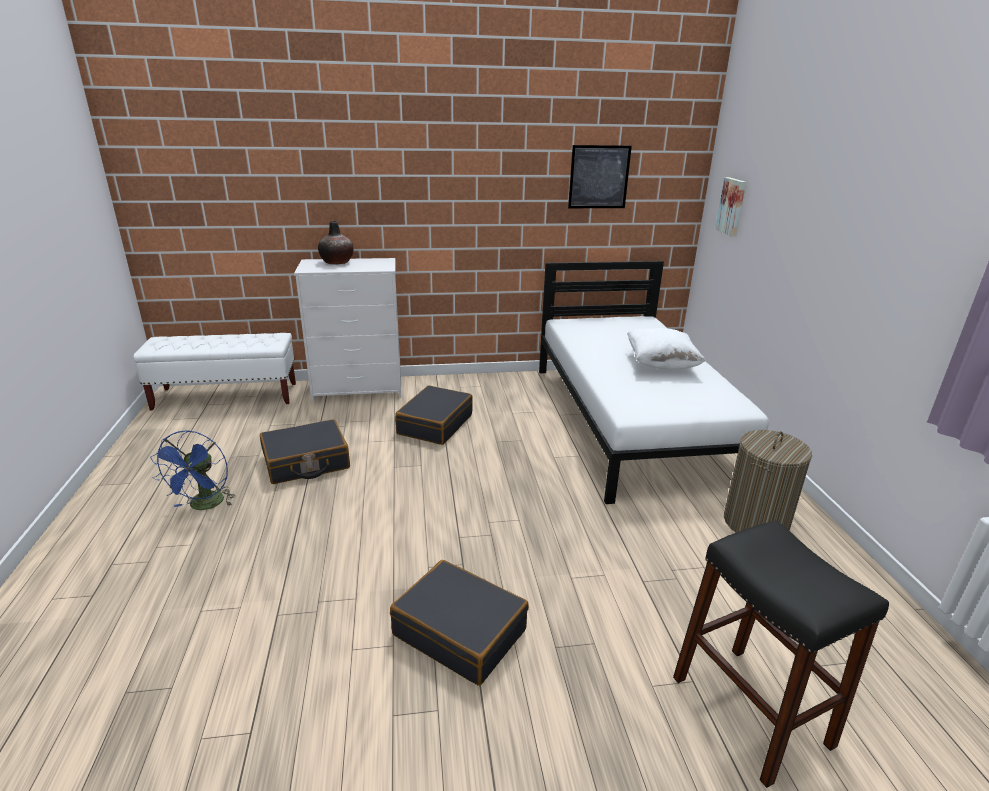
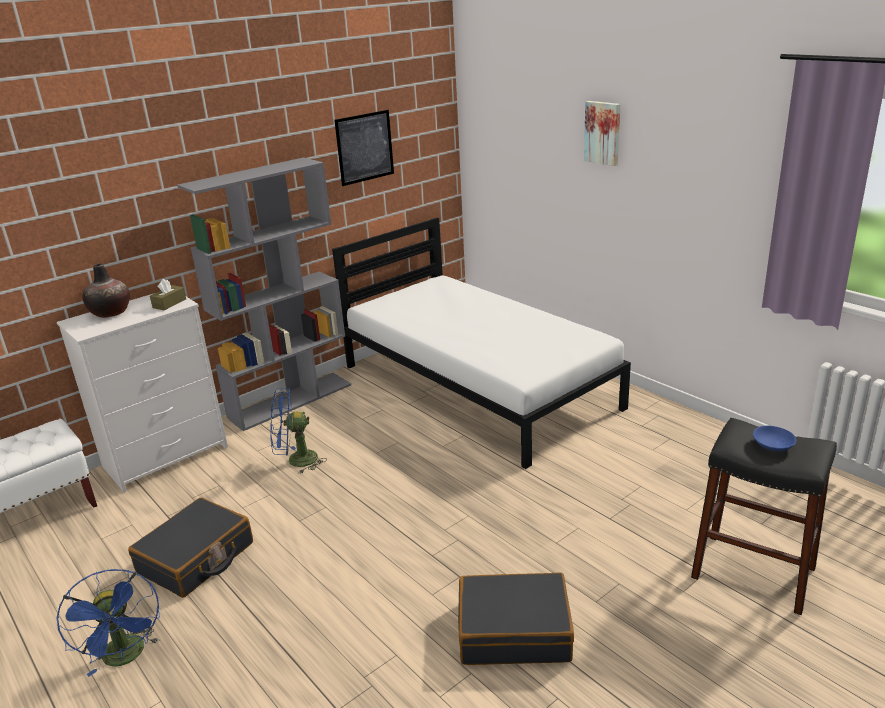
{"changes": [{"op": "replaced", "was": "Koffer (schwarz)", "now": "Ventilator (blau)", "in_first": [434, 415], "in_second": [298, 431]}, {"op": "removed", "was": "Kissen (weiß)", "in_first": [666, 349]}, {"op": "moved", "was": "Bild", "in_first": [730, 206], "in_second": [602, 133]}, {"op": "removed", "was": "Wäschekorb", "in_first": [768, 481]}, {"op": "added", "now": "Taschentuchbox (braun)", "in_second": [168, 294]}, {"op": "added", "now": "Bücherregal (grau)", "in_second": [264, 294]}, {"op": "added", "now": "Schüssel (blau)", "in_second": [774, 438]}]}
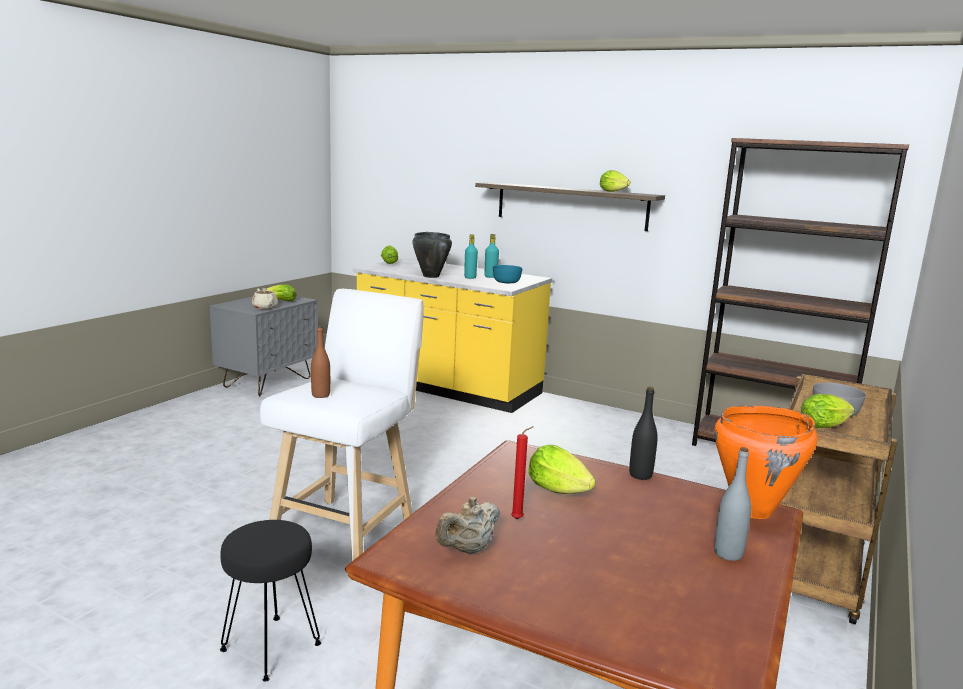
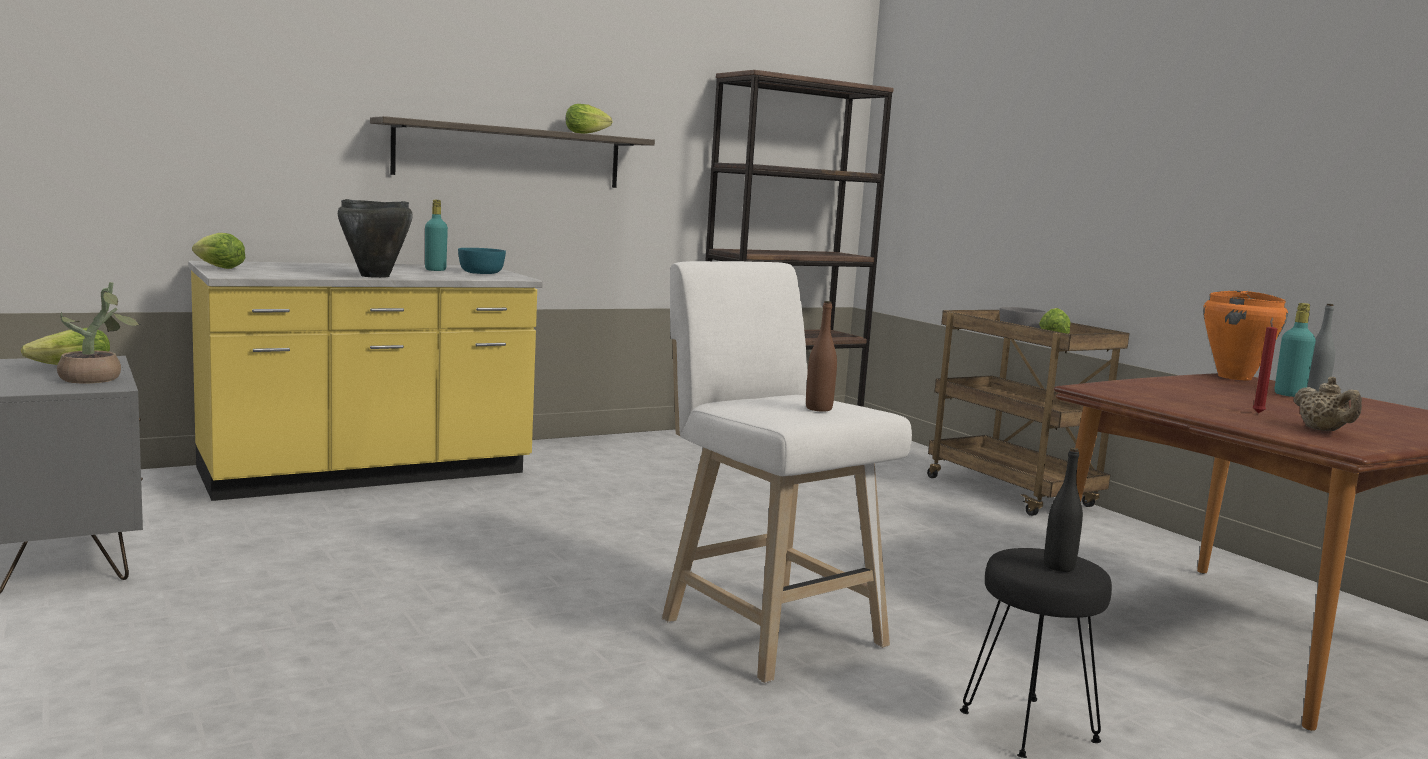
{"changes": [{"op": "replaced", "was": "Teekanne (beige)", "now": "Topfpflanze", "in_first": [265, 298], "in_second": [98, 332]}, {"op": "moved", "was": "Flasche (türkis)", "in_first": [471, 256], "in_second": [1295, 350]}, {"op": "removed", "was": "Salatkopf", "in_first": [562, 469]}, {"op": "moved", "was": "Flasche (schwarz)", "in_first": [643, 433], "in_second": [1063, 510]}]}
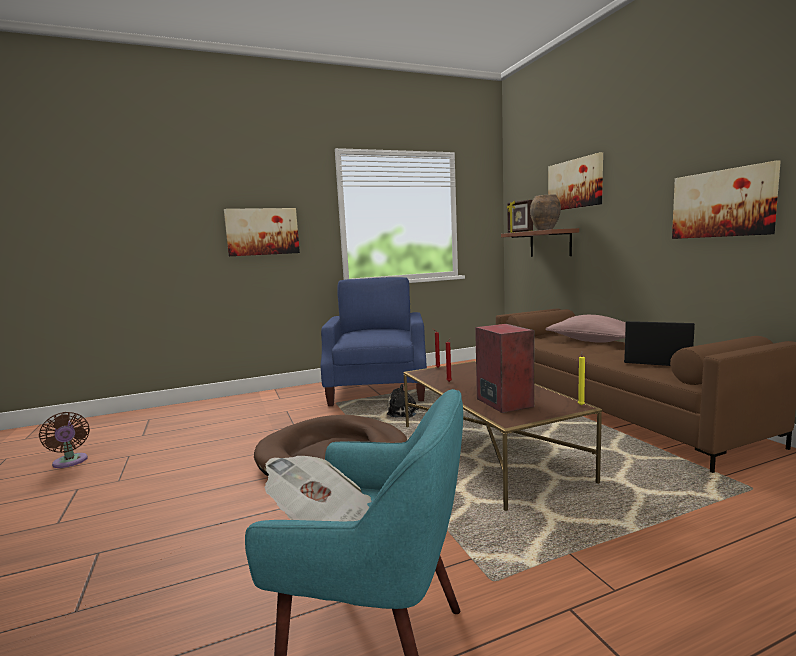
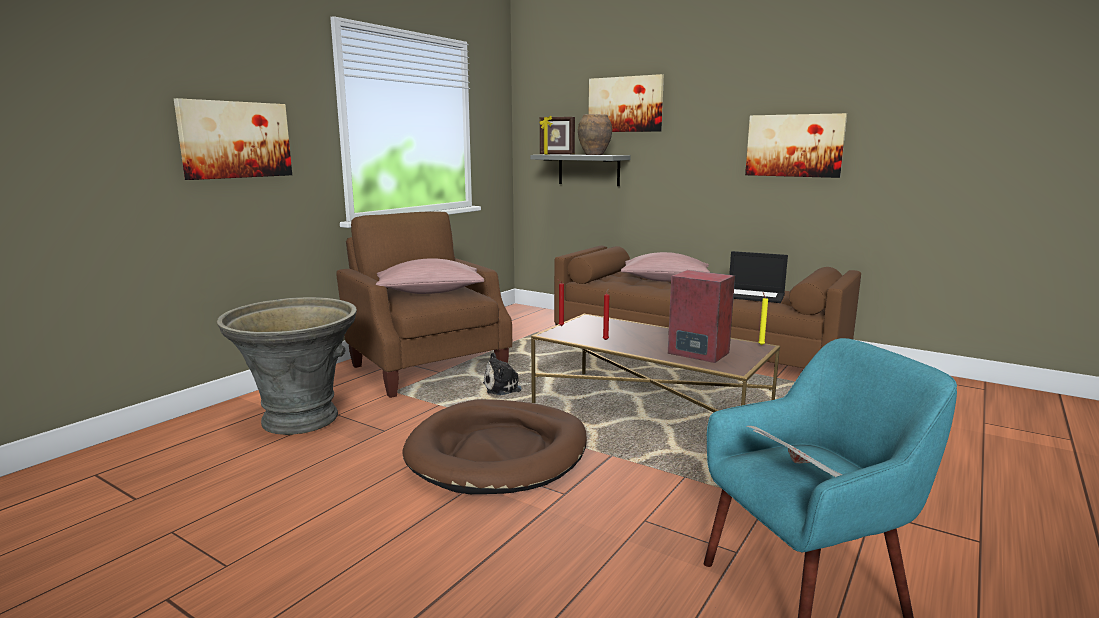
{"changes": [{"op": "removed", "was": "Ventilator (braun)", "in_first": [64, 440]}, {"op": "recoloured", "was": "Sessel (blau)", "now": "Sessel (braun)", "in_first": [374, 341], "in_second": [424, 304]}, {"op": "recoloured", "was": "Wandregal (braun)", "now": "Wandregal (grau)", "in_first": [540, 242], "in_second": [580, 170]}, {"op": "turned", "was": "Laptop", "in_first": [659, 343], "in_second": [758, 277], "clockwise": -150}, {"op": "added", "now": "Pflanzkübel (grau)", "in_second": [287, 366]}, {"op": "added", "now": "Kissen (rosa)", "in_second": [430, 276]}]}
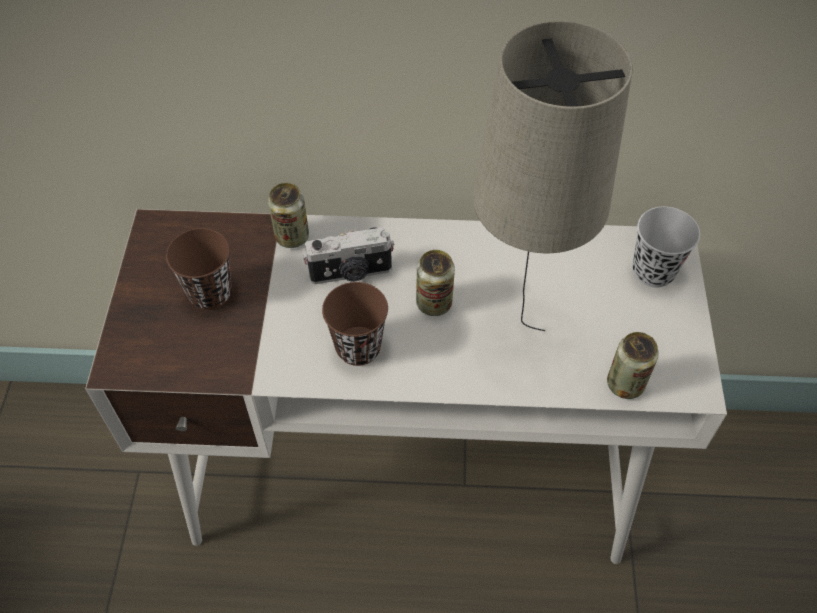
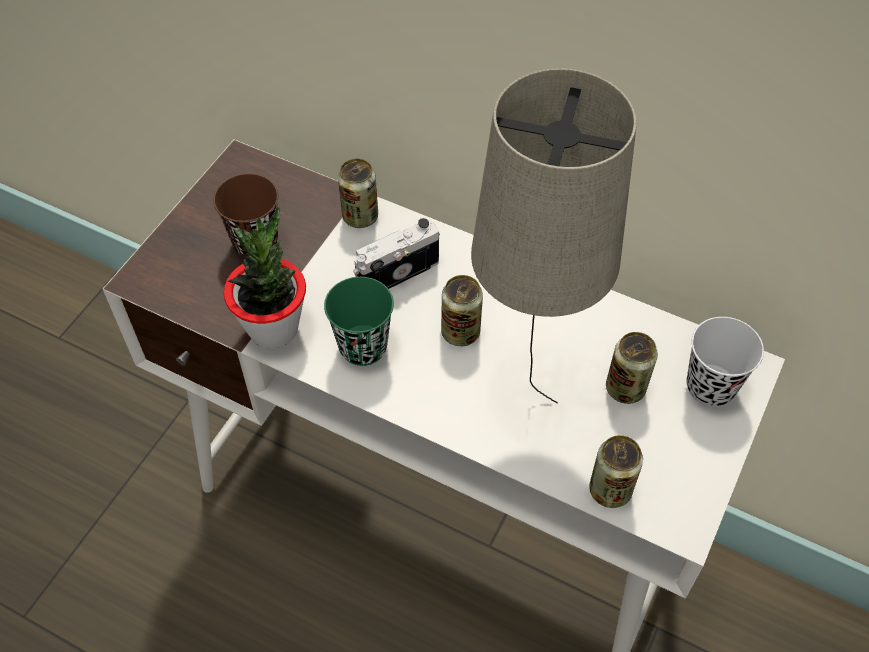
{"changes": [{"op": "turned", "was": "Kamera", "in_first": [349, 255], "in_second": [396, 253], "clockwise": 135}, {"op": "recoloured", "was": "Tasse (braun)", "now": "Tasse (grün)", "in_first": [355, 324], "in_second": [359, 321]}, {"op": "added", "now": "Topfpflanze", "in_second": [265, 277]}, {"op": "added", "now": "Dose", "in_second": [632, 368]}]}
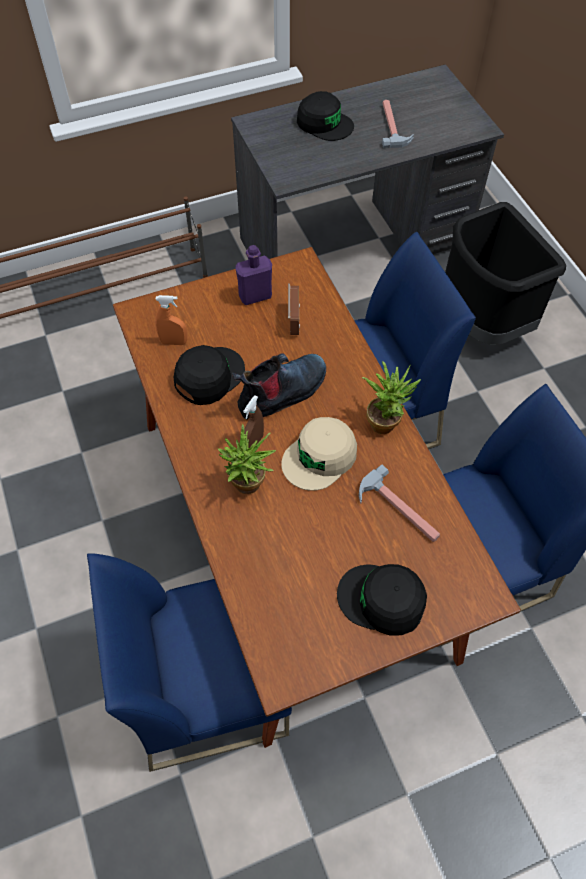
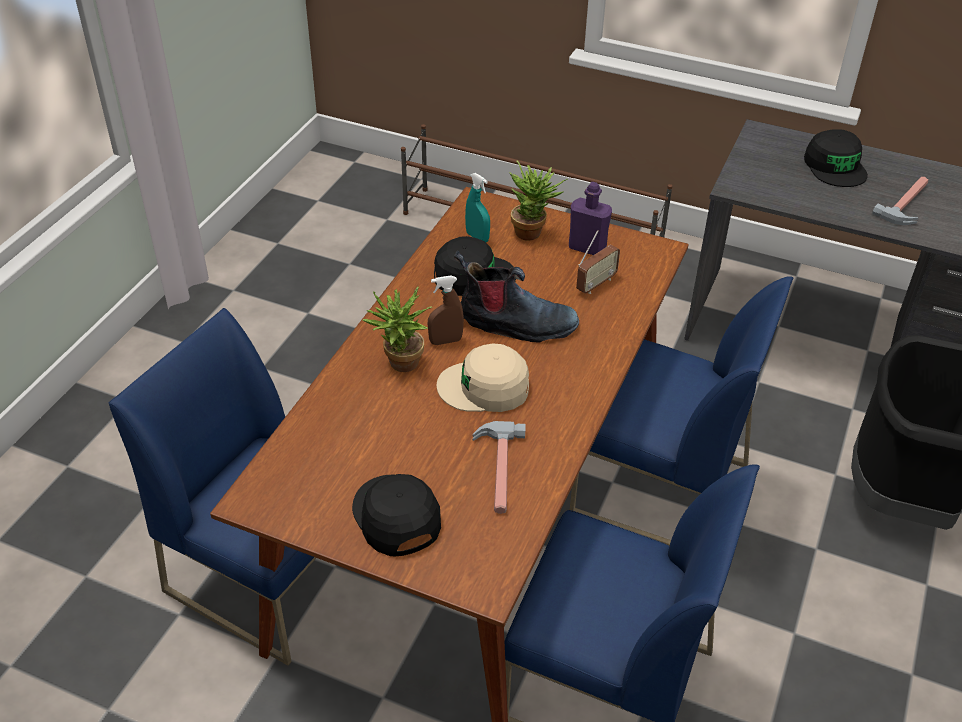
{"changes": [{"op": "recoloured", "was": "Sprühflasche (orange)", "now": "Sprühflasche (türkis)", "in_first": [171, 320], "in_second": [477, 207]}, {"op": "moved", "was": "Topfpflanze", "in_first": [391, 397], "in_second": [538, 200]}]}
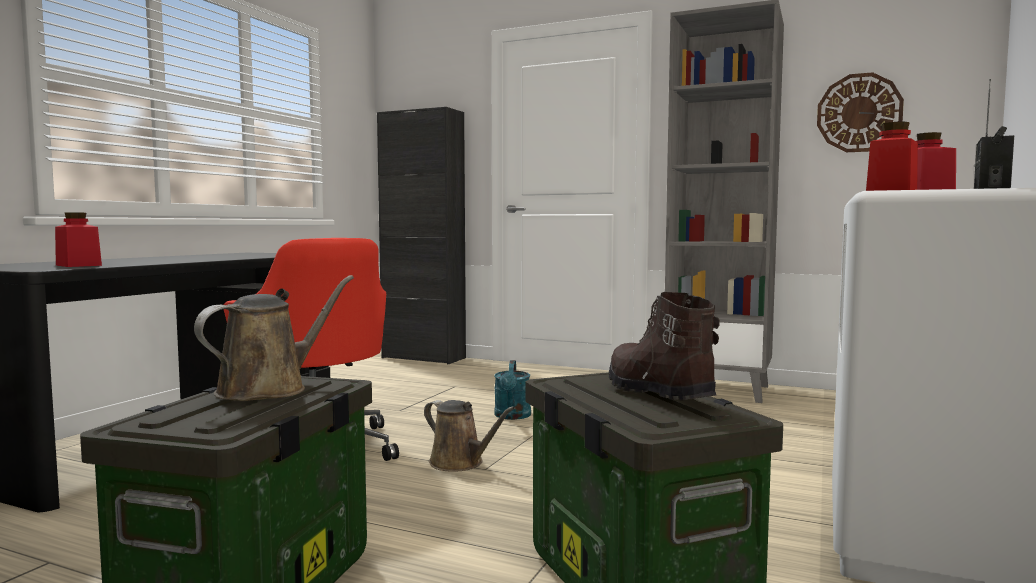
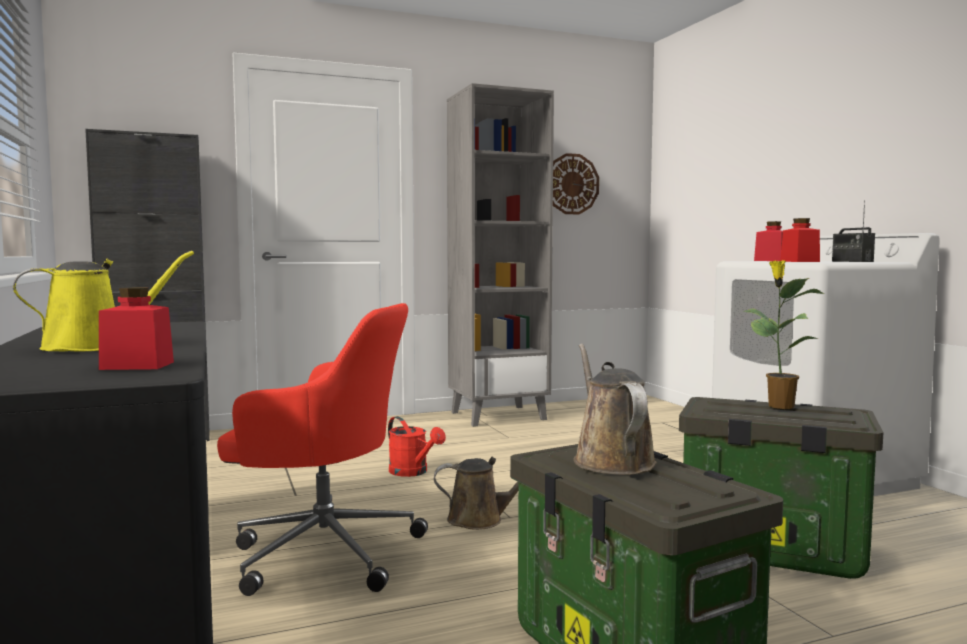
{"changes": [{"op": "recoloured", "was": "Gießkanne (türkis)", "now": "Gießkanne (rot)", "in_first": [512, 390], "in_second": [417, 446]}, {"op": "replaced", "was": "Stiefel (braun)", "now": "Topfpflanze", "in_first": [664, 346], "in_second": [783, 334]}, {"op": "added", "now": "Gießkanne (gelb)", "in_second": [103, 301]}]}
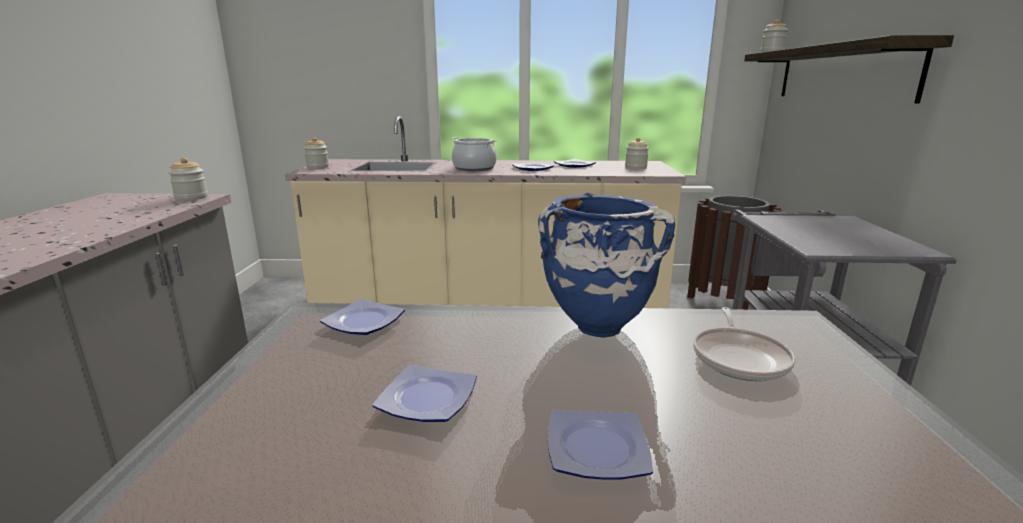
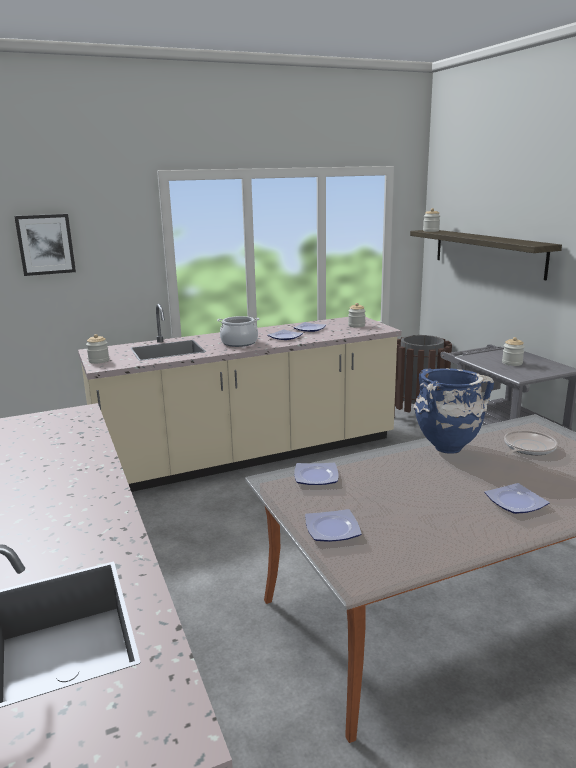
{"changes": [{"op": "moved", "was": "Vorratsglas", "in_first": [188, 179], "in_second": [513, 351]}, {"op": "moved", "was": "Teller", "in_first": [424, 393], "in_second": [333, 525]}, {"op": "turned", "was": "Pfanne", "in_first": [744, 344], "in_second": [530, 443], "clockwise": -120}, {"op": "added", "now": "Bild", "in_second": [45, 245]}]}
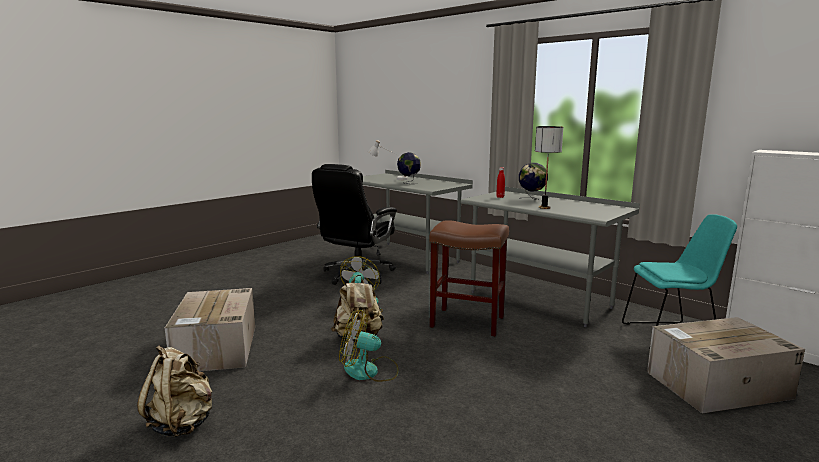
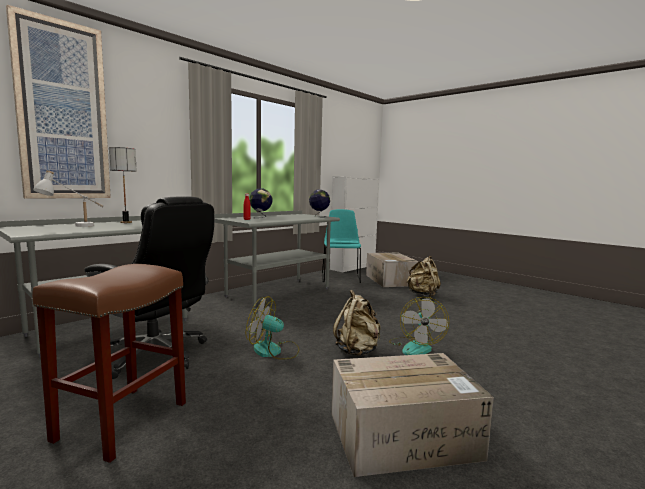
{"changes": [{"op": "moved", "was": "Rucksack (beige)", "in_first": [174, 391], "in_second": [423, 276]}, {"op": "moved", "was": "Globus", "in_first": [409, 168], "in_second": [319, 203]}, {"op": "moved", "was": "Hocker (braun)", "in_first": [469, 278], "in_second": [109, 363]}, {"op": "moved", "was": "Tischlampe", "in_first": [549, 167], "in_second": [123, 185]}, {"op": "added", "now": "Bild", "in_second": [58, 102]}]}
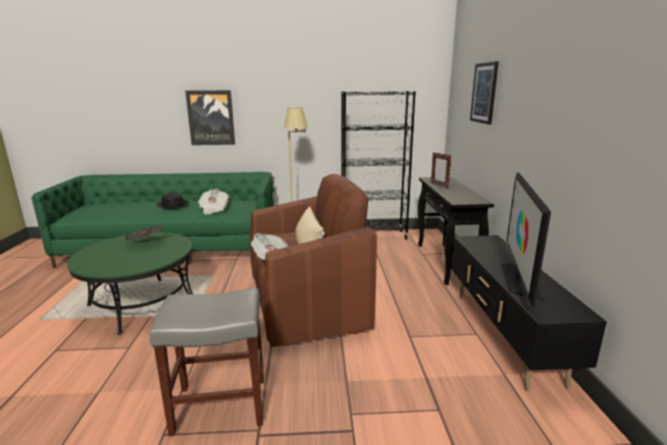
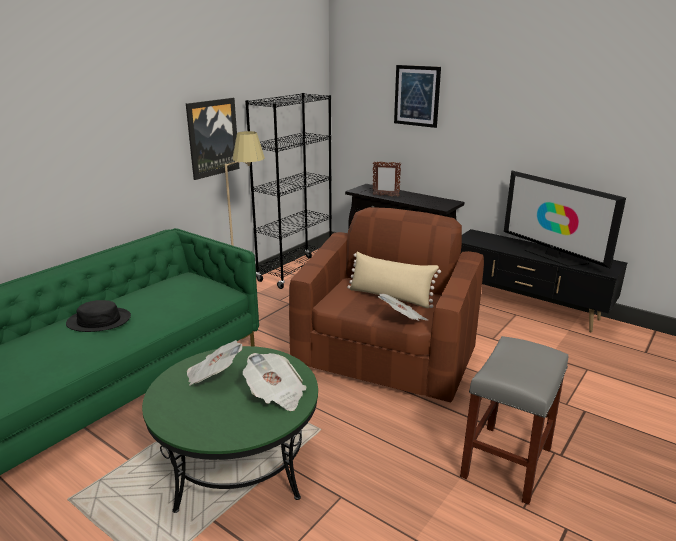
{"changes": [{"op": "moved", "was": "Bild", "in_first": [210, 117], "in_second": [213, 139]}, {"op": "moved", "was": "Zeitung", "in_first": [213, 201], "in_second": [275, 382]}]}
